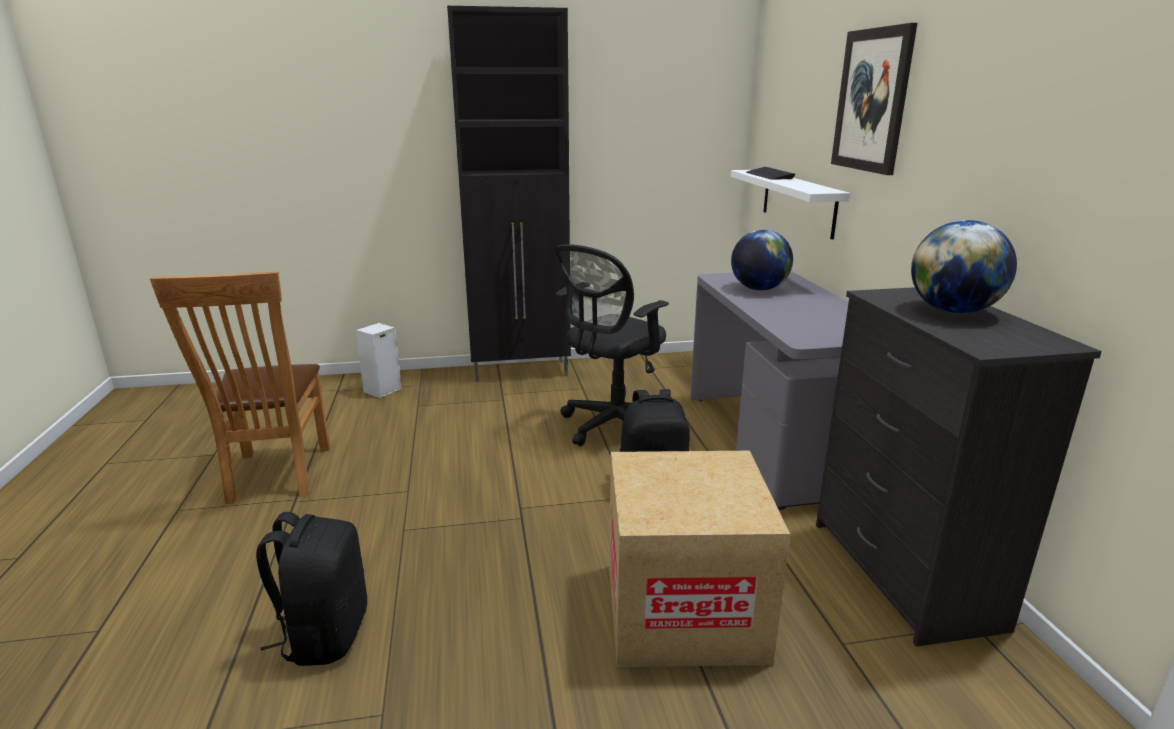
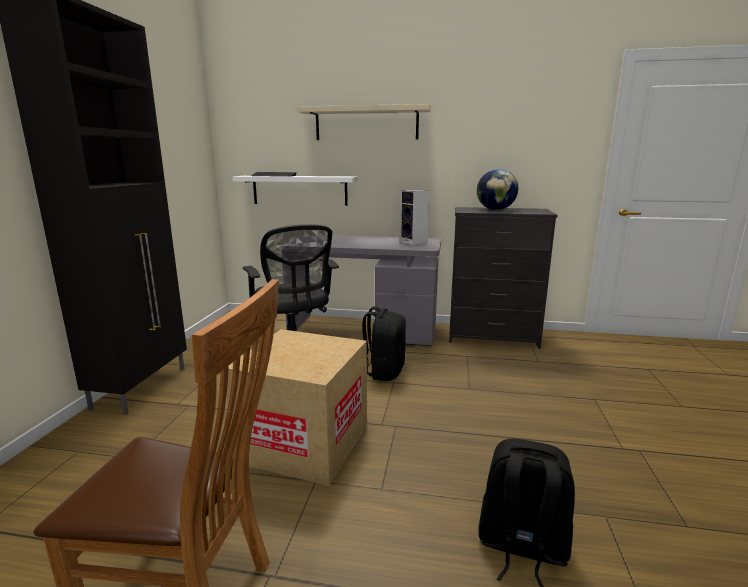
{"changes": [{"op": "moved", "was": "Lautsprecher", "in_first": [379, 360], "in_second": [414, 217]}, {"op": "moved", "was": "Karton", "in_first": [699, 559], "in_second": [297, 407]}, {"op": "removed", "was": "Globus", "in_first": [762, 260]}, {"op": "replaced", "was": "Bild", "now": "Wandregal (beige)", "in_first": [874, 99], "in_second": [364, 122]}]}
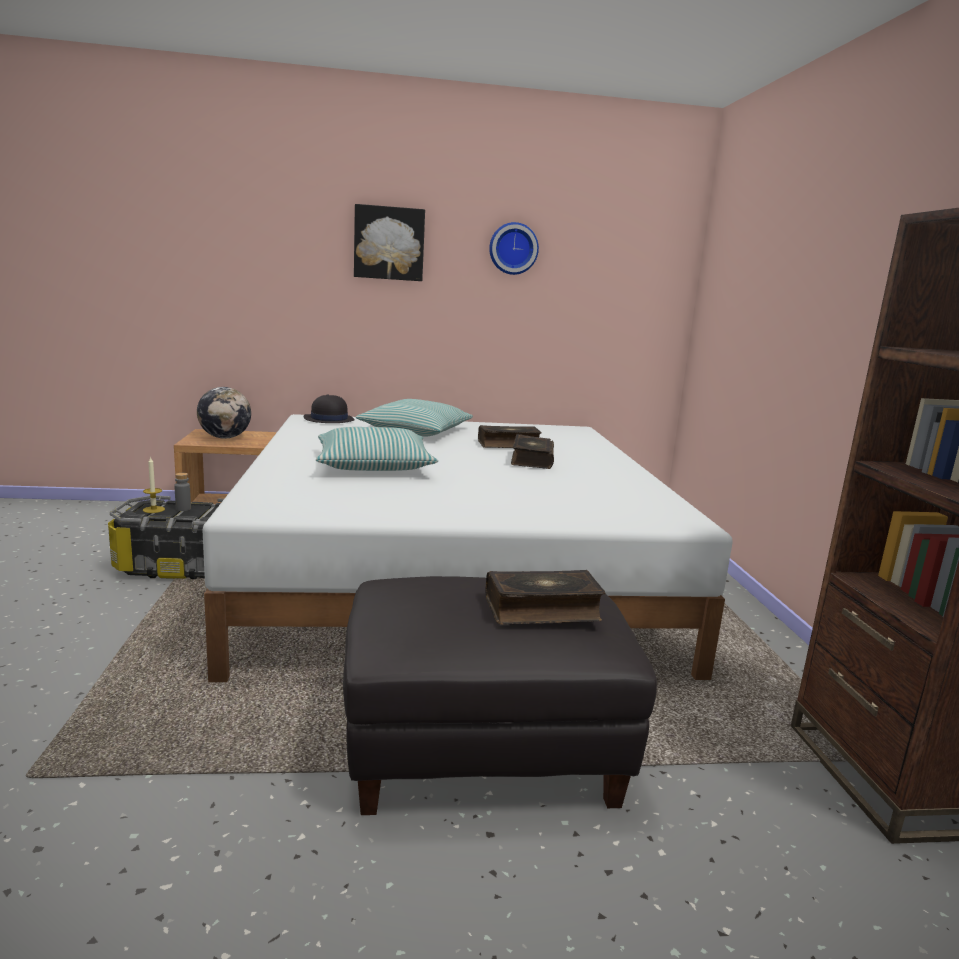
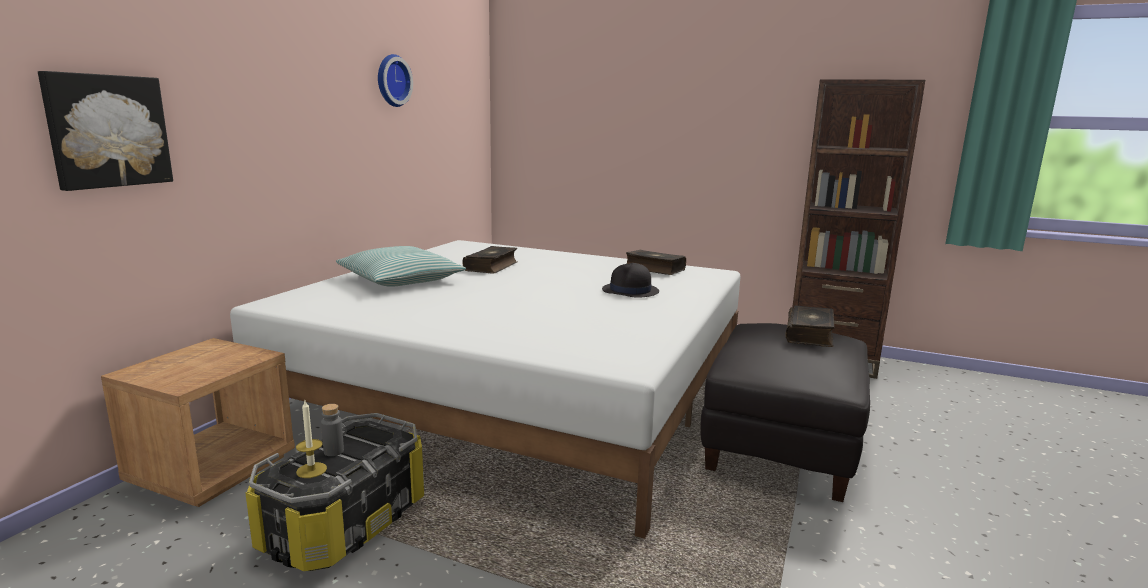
{"changes": [{"op": "removed", "was": "Globus", "in_first": [224, 413]}, {"op": "moved", "was": "Hut (schwarz)", "in_first": [329, 408], "in_second": [630, 280]}, {"op": "removed", "was": "Kissen", "in_first": [377, 449]}, {"op": "moved", "was": "Bild", "in_first": [389, 242], "in_second": [105, 131]}, {"op": "moved", "was": "Buch", "in_first": [532, 451], "in_second": [656, 262]}]}
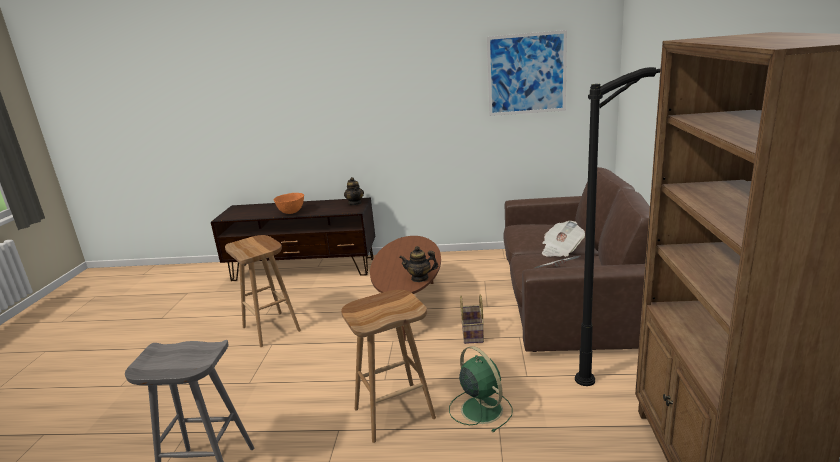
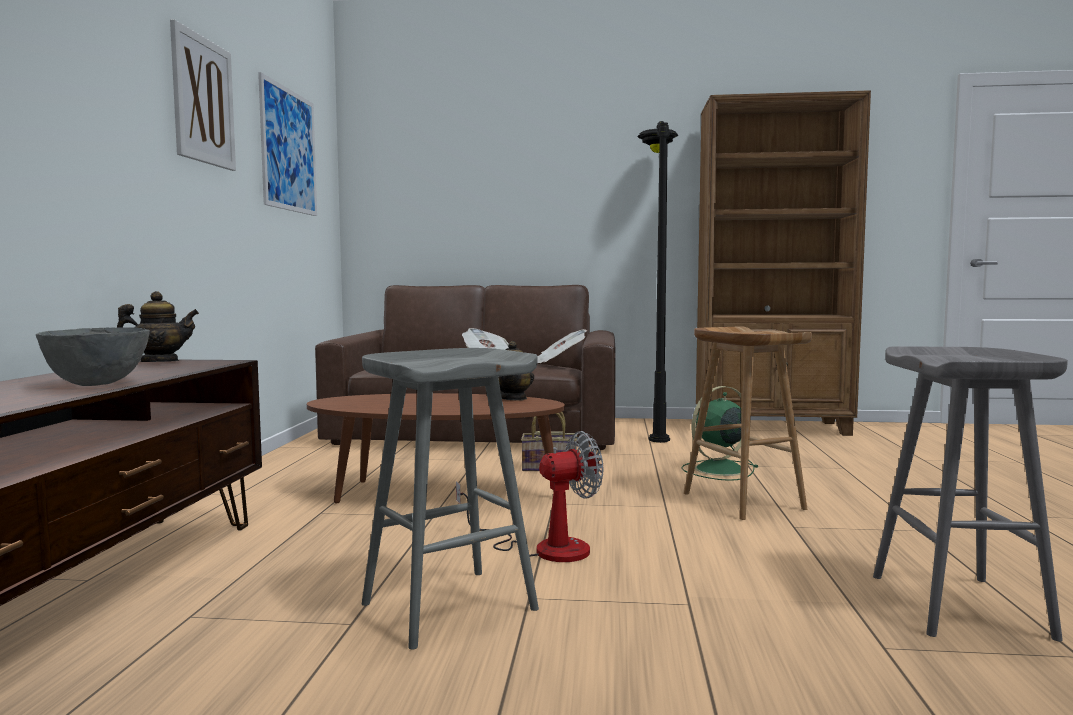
{"changes": [{"op": "recoloured", "was": "Hocker (braun)", "now": "Hocker (grau)", "in_first": [263, 291], "in_second": [450, 498]}, {"op": "recoloured", "was": "Schüssel (orange)", "now": "Schüssel (grau)", "in_first": [288, 203], "in_second": [93, 356]}, {"op": "added", "now": "Bild", "in_second": [203, 95]}, {"op": "added", "now": "Ventilator", "in_second": [529, 496]}]}
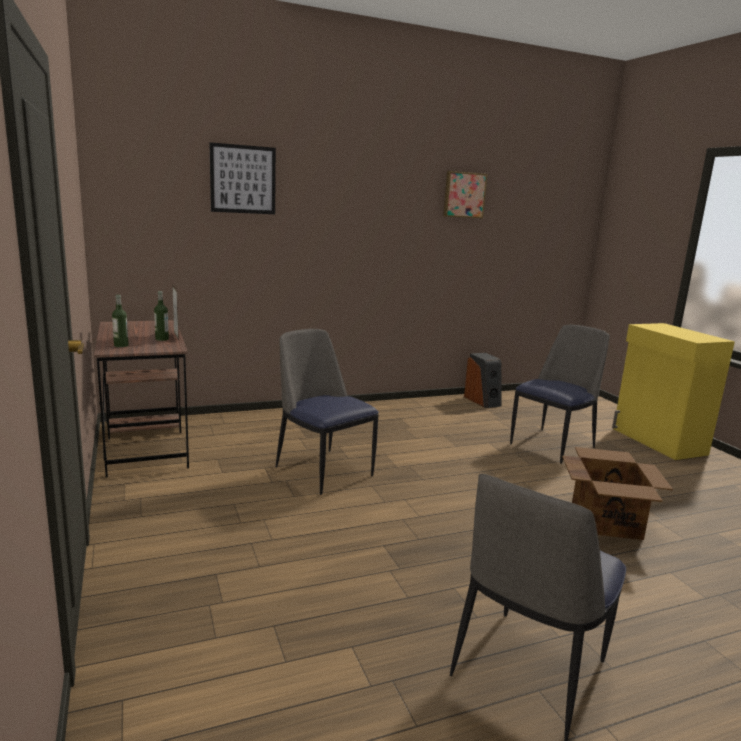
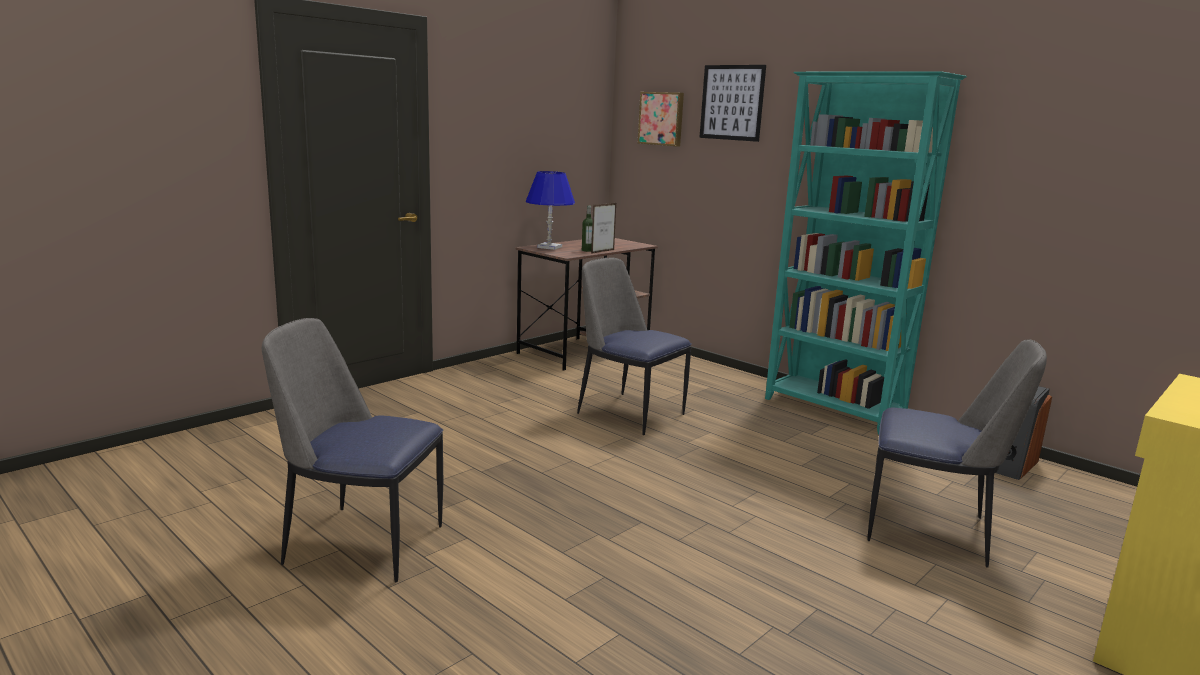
{"changes": [{"op": "replaced", "was": "Flasche", "now": "Tischlampe (blau)", "in_first": [120, 321], "in_second": [550, 210]}, {"op": "turned", "was": "Stuhl", "in_first": [327, 412], "in_second": [634, 346], "clockwise": -75}, {"op": "moved", "was": "Bild", "in_first": [465, 194], "in_second": [661, 119]}, {"op": "removed", "was": "Karton", "in_first": [617, 493]}, {"op": "added", "now": "Bücherregal (türkis)", "in_second": [866, 253]}]}
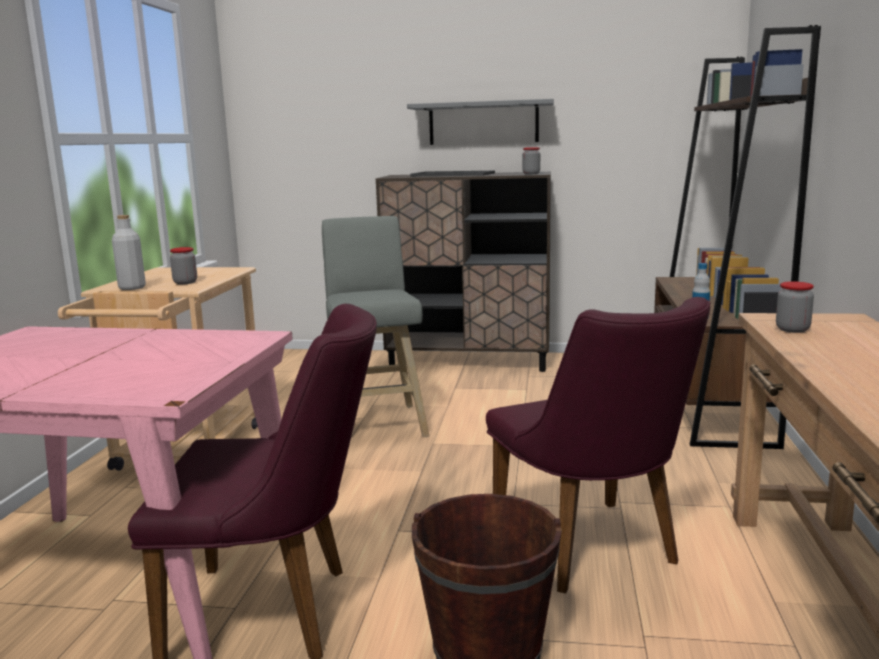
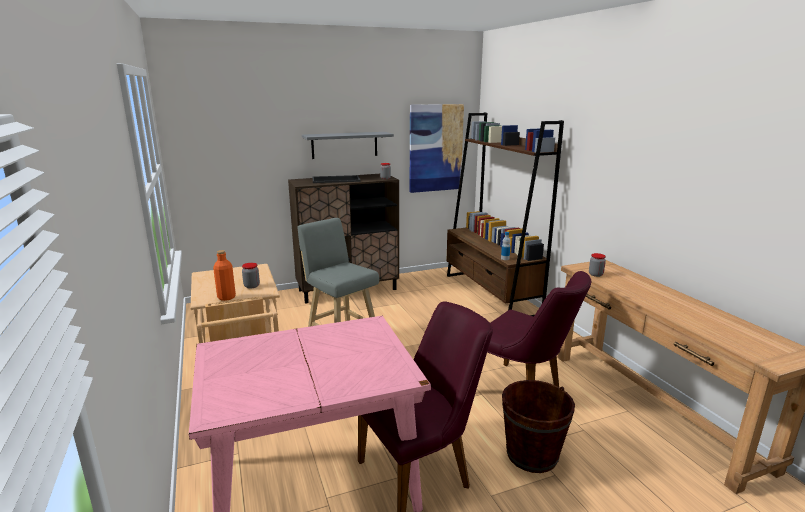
{"changes": [{"op": "recoloured", "was": "Flasche (grau)", "now": "Flasche (orange)", "in_first": [129, 252], "in_second": [224, 275]}, {"op": "added", "now": "Bild", "in_second": [437, 148]}]}
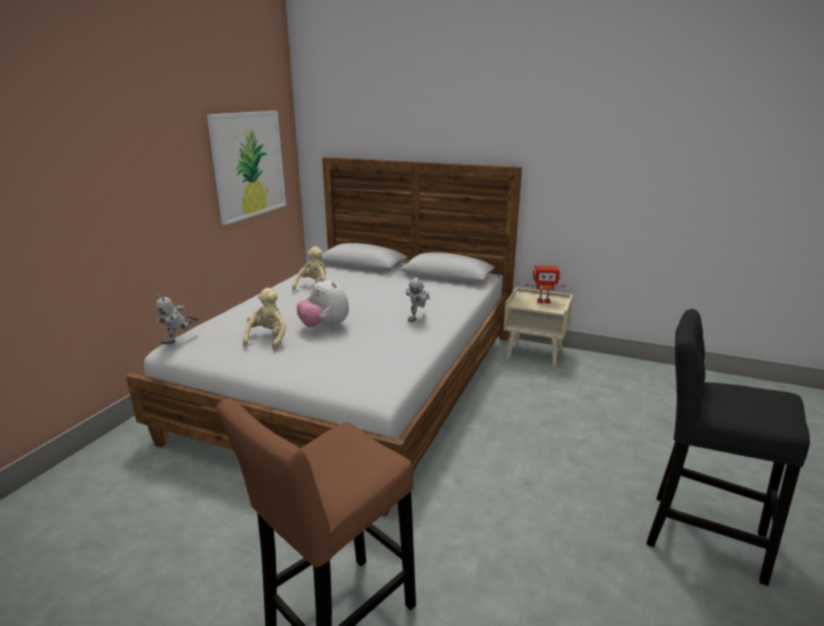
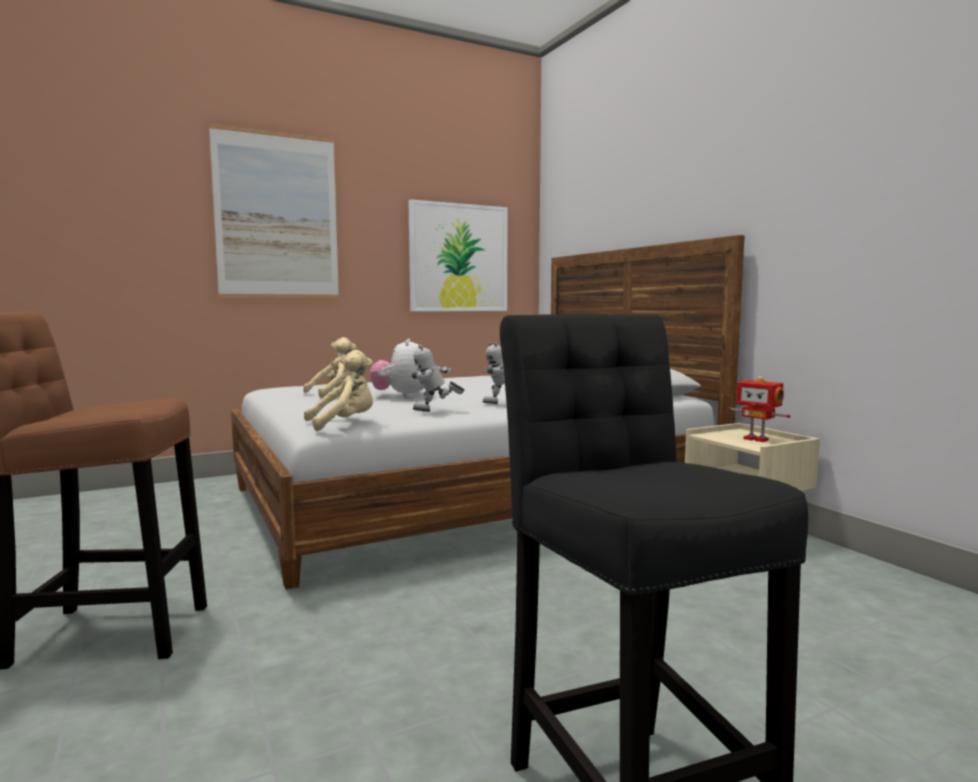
{"changes": [{"op": "moved", "was": "Spielzeugroboter", "in_first": [177, 319], "in_second": [436, 378]}, {"op": "moved", "was": "Plüschtier (beige)", "in_first": [309, 268], "in_second": [338, 390]}, {"op": "added", "now": "Bild", "in_second": [274, 210]}]}
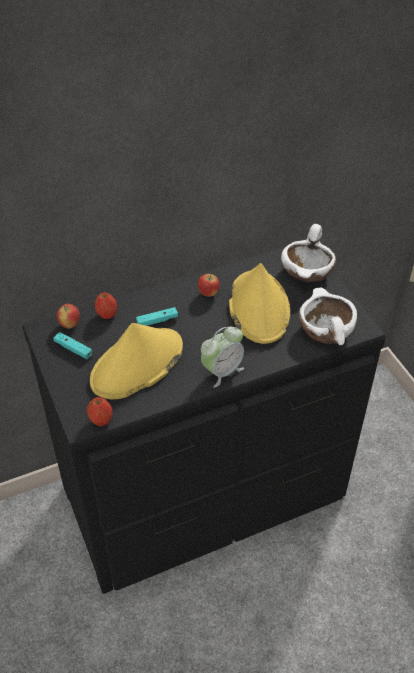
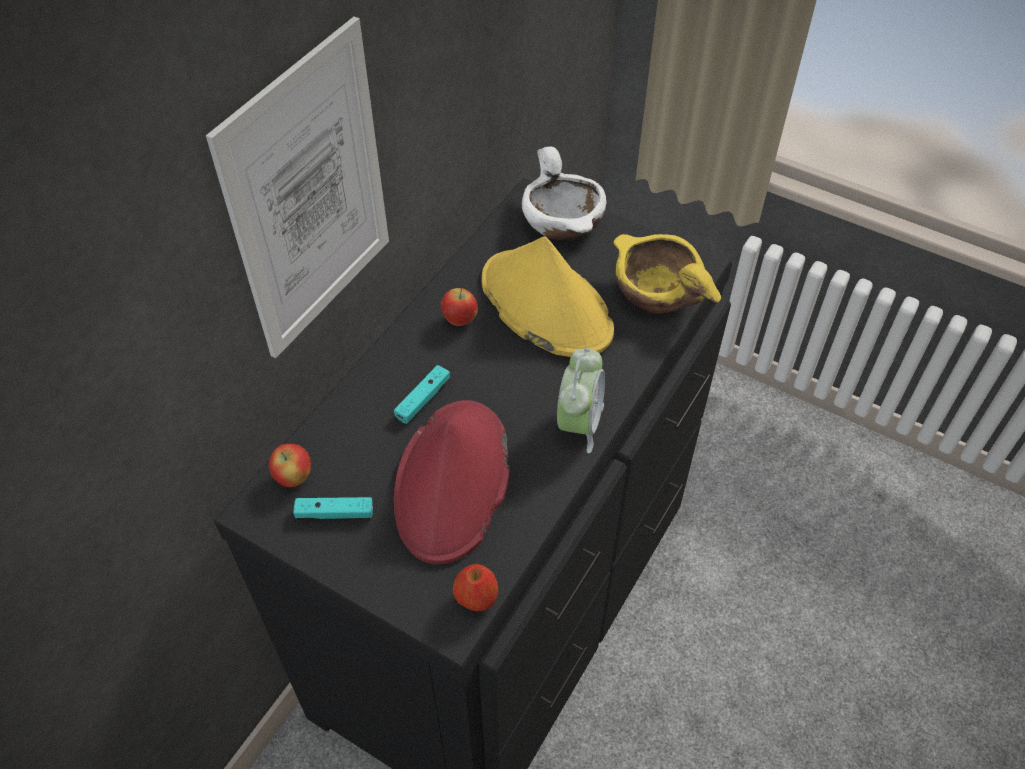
{"changes": [{"op": "recoloured", "was": "Hut (gelb)", "now": "Hut (rot)", "in_first": [136, 361], "in_second": [452, 482]}, {"op": "removed", "was": "Apfel", "in_first": [106, 305]}, {"op": "recoloured", "was": "Schüssel (weiß)", "now": "Schüssel (gelb)", "in_first": [328, 316], "in_second": [667, 274]}, {"op": "added", "now": "Bild", "in_second": [297, 187]}]}
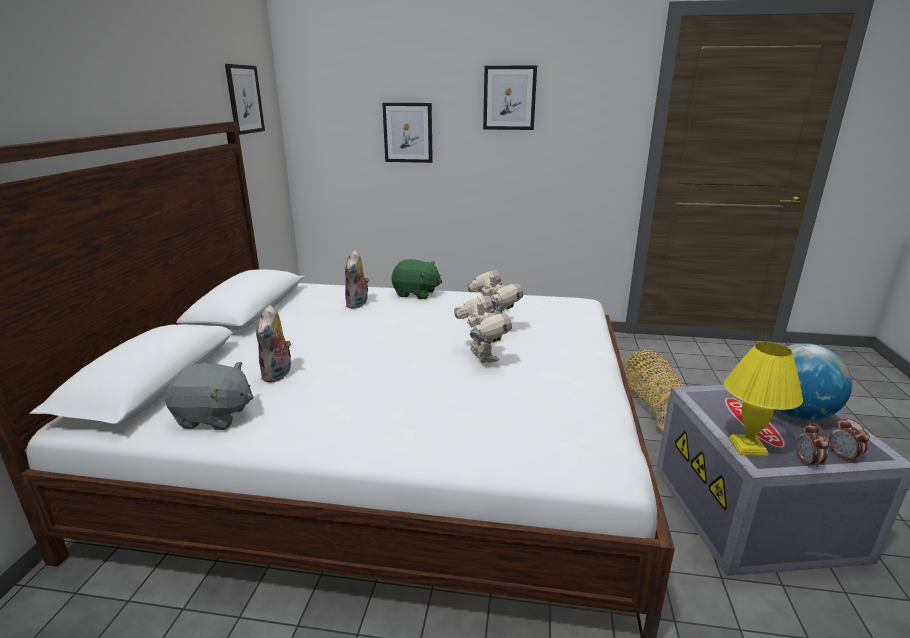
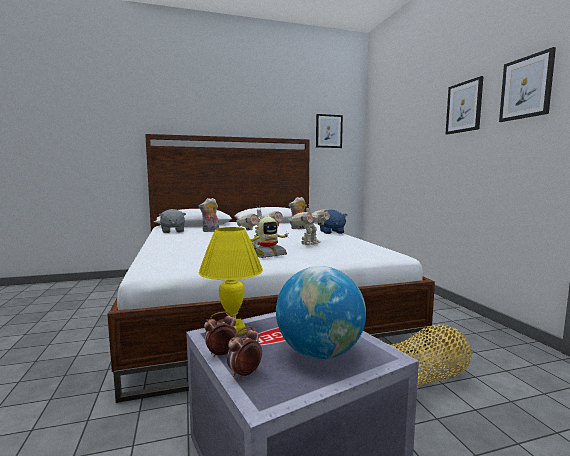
{"changes": [{"op": "moved", "was": "Bild", "in_first": [407, 133], "in_second": [527, 84]}, {"op": "recoloured", "was": "Plüschtier (grün)", "now": "Plüschtier (blau)", "in_first": [416, 279], "in_second": [333, 222]}, {"op": "added", "now": "Spielzeugroboter", "in_second": [269, 237]}]}
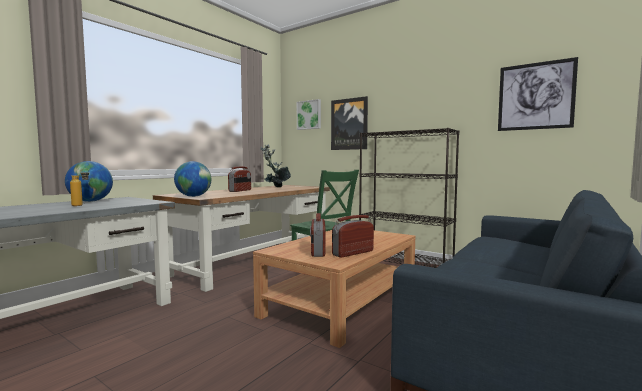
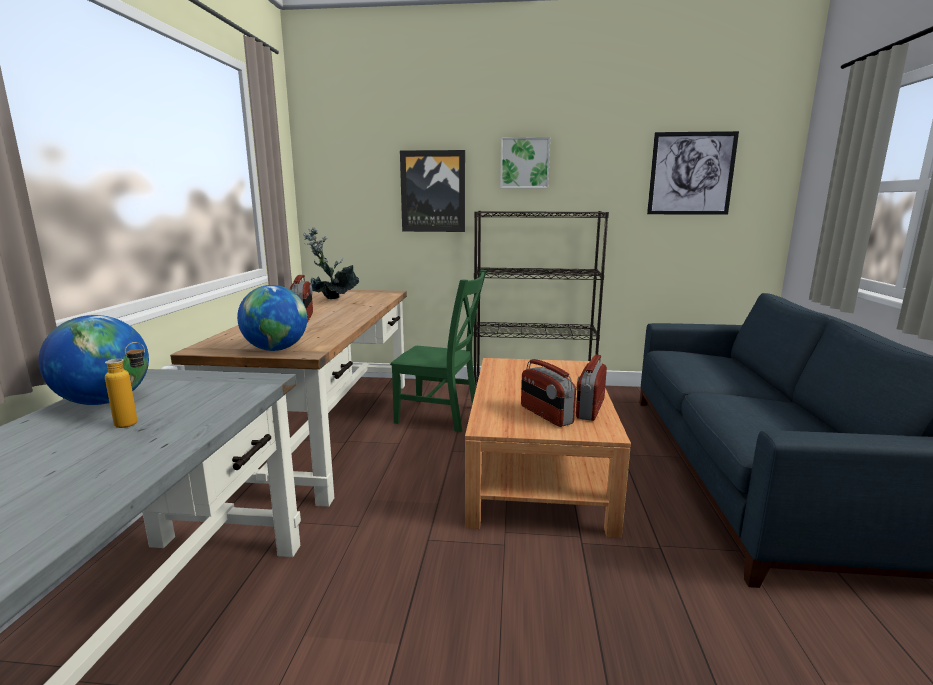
{"changes": [{"op": "moved", "was": "Bild", "in_first": [309, 114], "in_second": [525, 163]}]}
